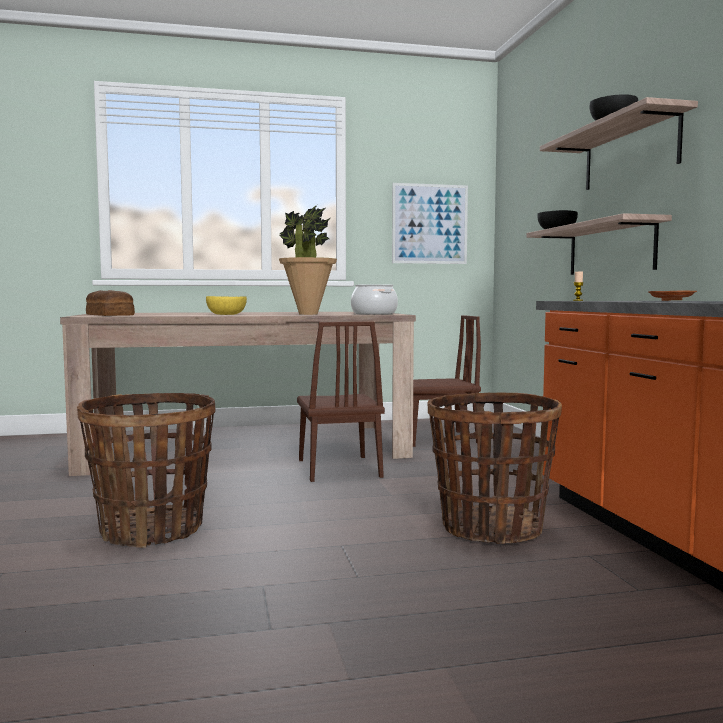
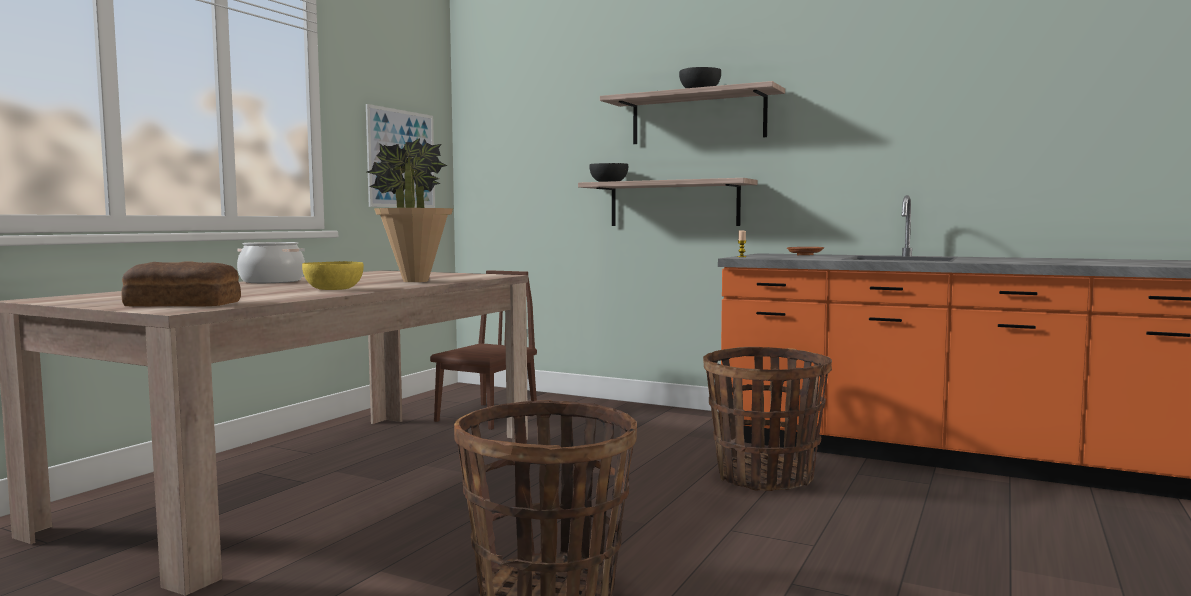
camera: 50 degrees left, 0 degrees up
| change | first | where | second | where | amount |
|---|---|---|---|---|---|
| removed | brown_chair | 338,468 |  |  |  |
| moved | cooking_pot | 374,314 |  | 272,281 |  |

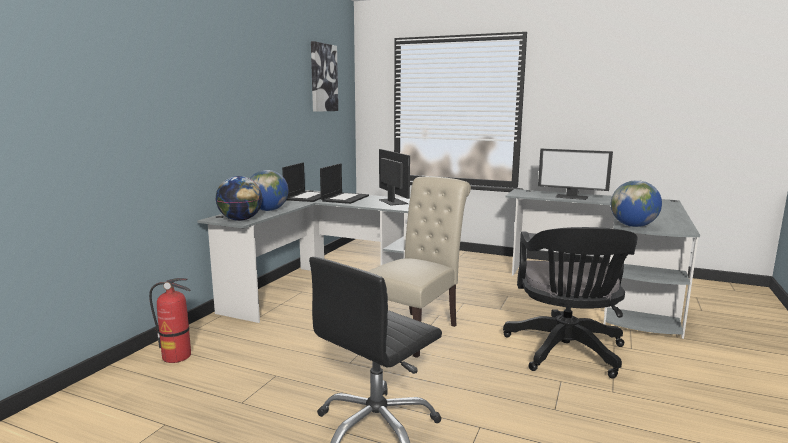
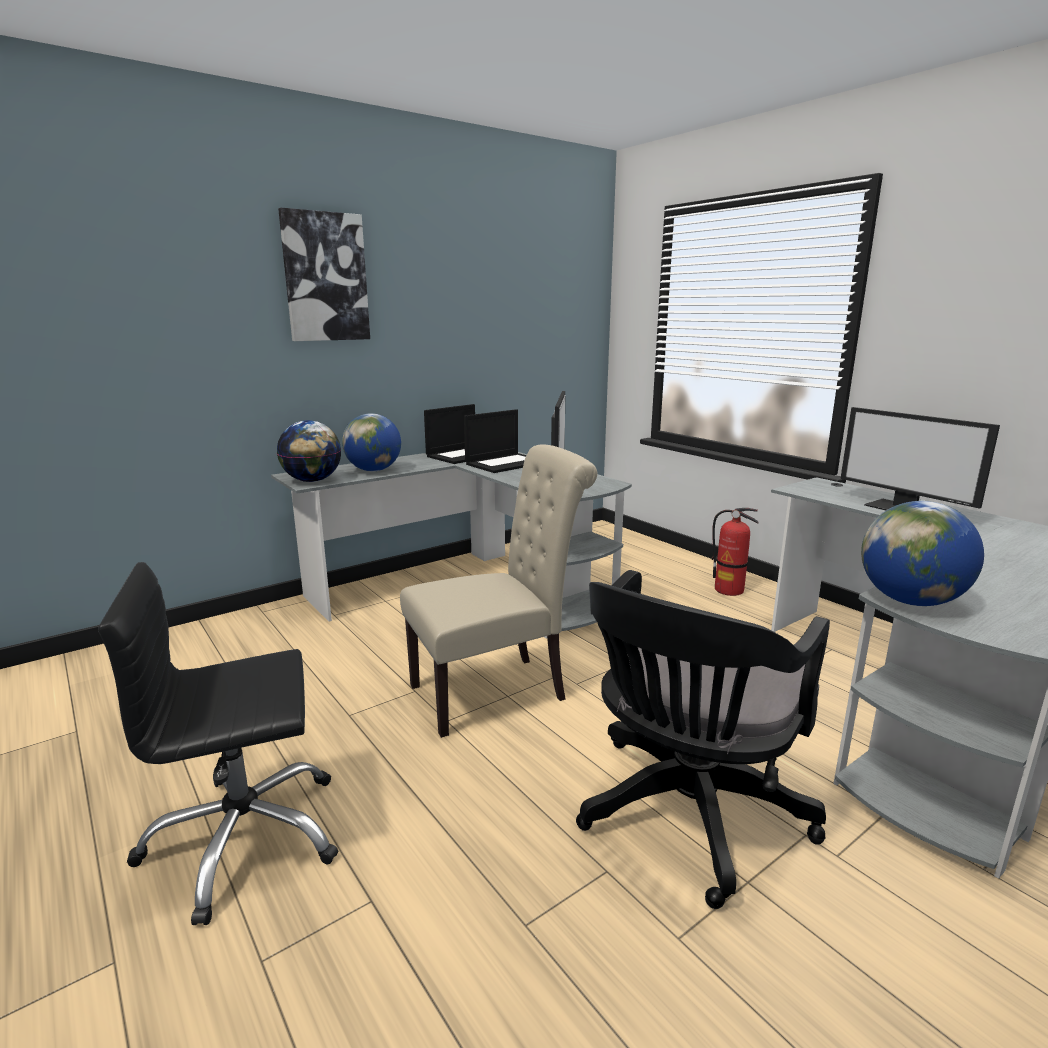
camera: 30 degrees right, 5 degrees up
| change | first | where | second | where | amount |
|---|---|---|---|---|---|
| moved | fire_extinguisher | 177,357 |  | 729,590 |  |
| moved | picture | 323,78 |  | 325,277 |  |

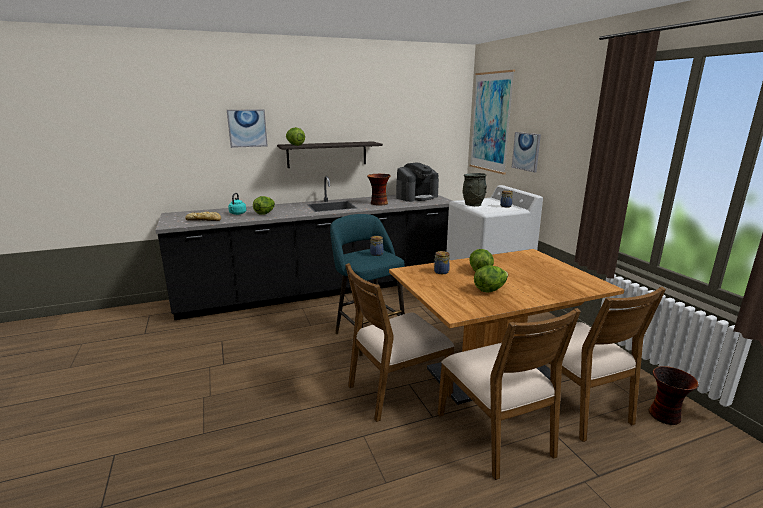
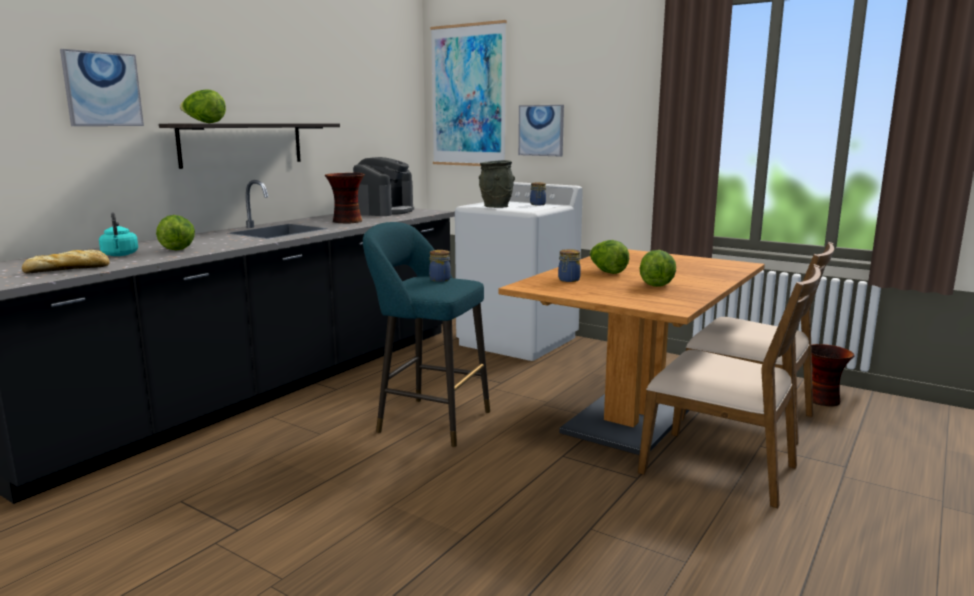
camera: 35 degrees left, 5 degrees down
| change | first | where | second | where | amount |
|---|---|---|---|---|---|
| removed | brown_chair | 397,390 |  |  |  |

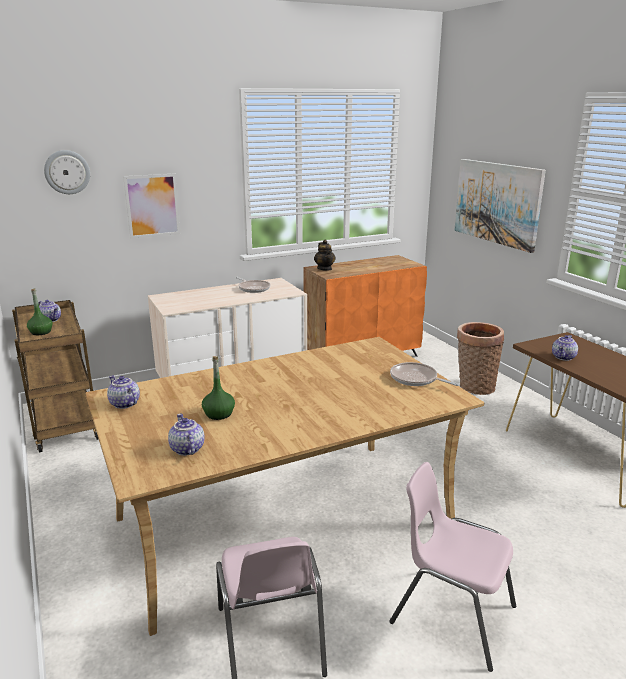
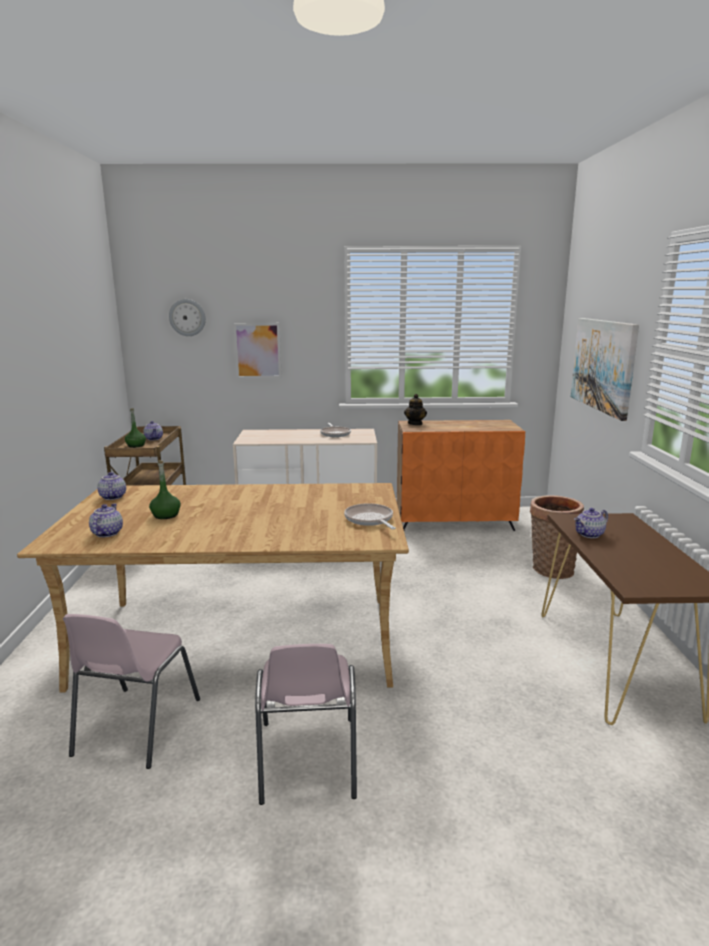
camera: 25 degrees right, 5 degrees down
| change | first | where | second | where | amount |
|---|---|---|---|---|---|
| turned | pink_chair | 451,614 |  | 307,760 | 150 degrees counterclockwise |

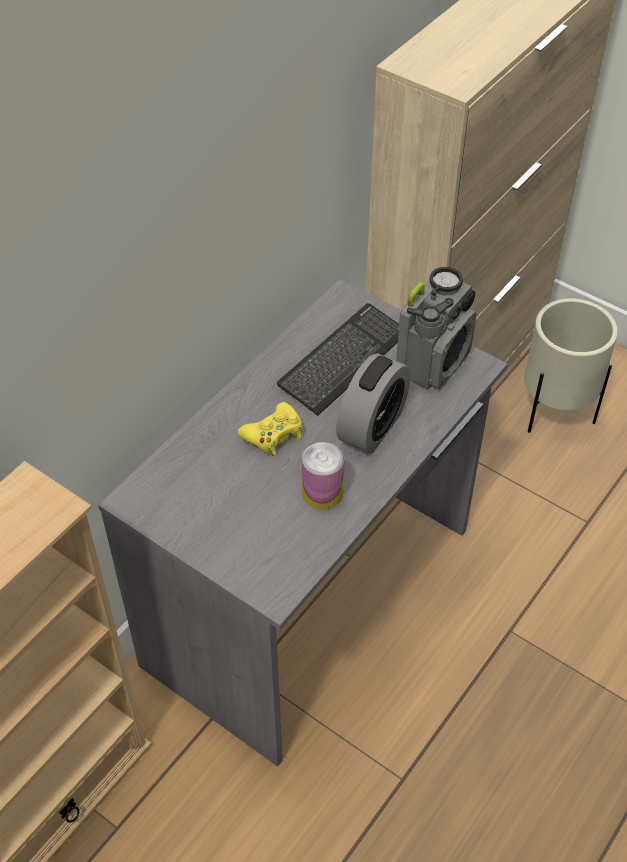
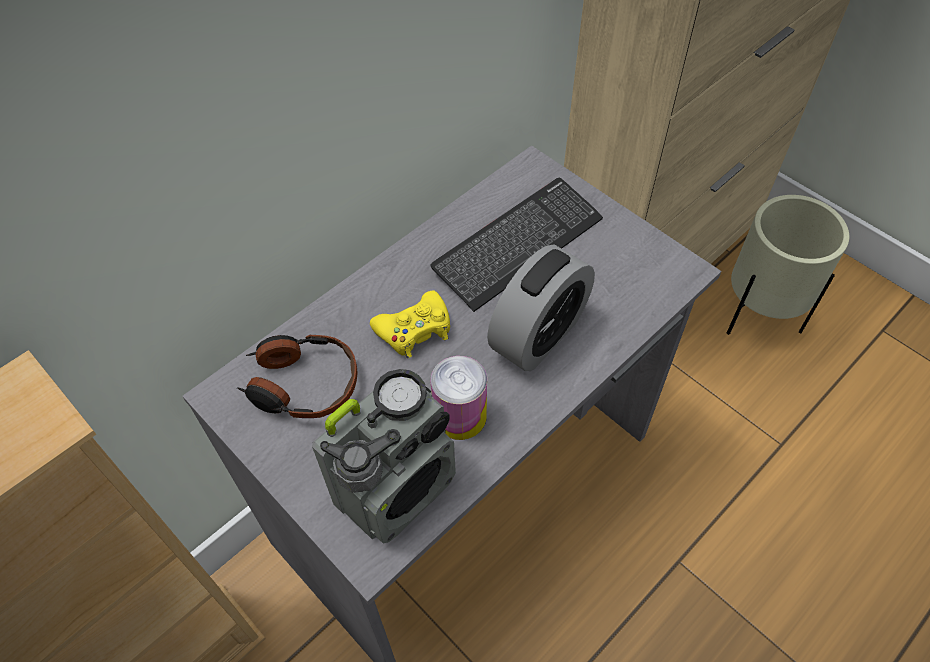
camera: 10 degrees right, 5 degrees up
| change | first | where | second | where | amount |
|---|---|---|---|---|---|
| moved | radio | 433,363 |  | 397,488 |  |
| added |  |  | headphones | 302,384 |  |

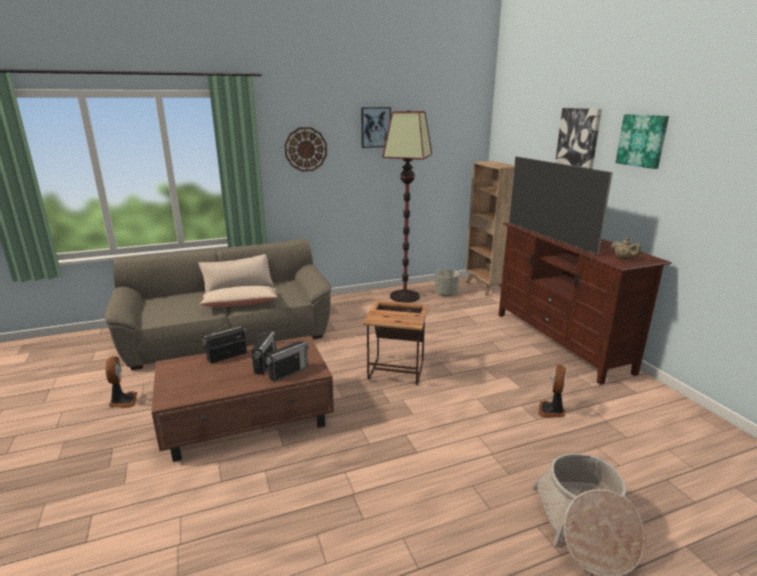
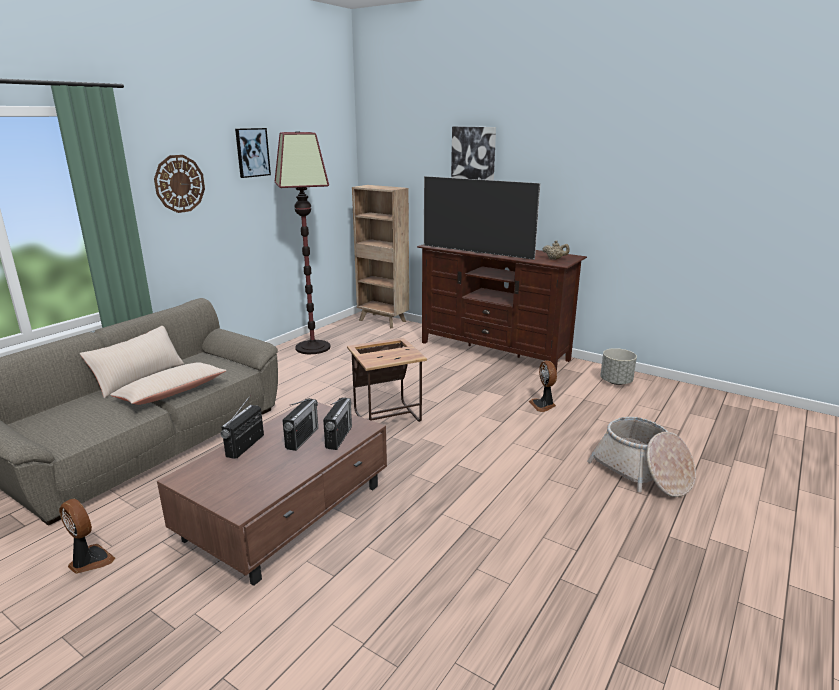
camera: 35 degrees left, 0 degrees up
| change | first | where | second | where | amount |
|---|---|---|---|---|---|
| turned | radio | 265,364 |  | 302,438 | 45 degrees clockwise |
| moved | grey_planter | 446,294 |  | 616,381 |  |
| removed | picture | 642,140 |  |  |  |

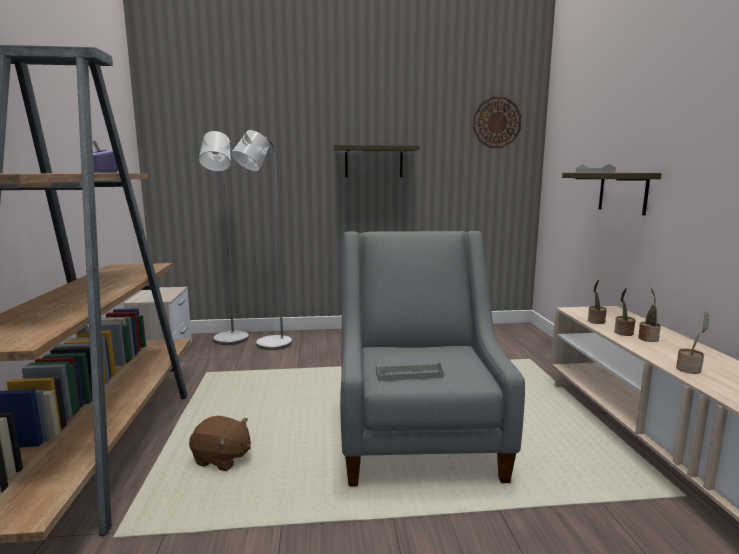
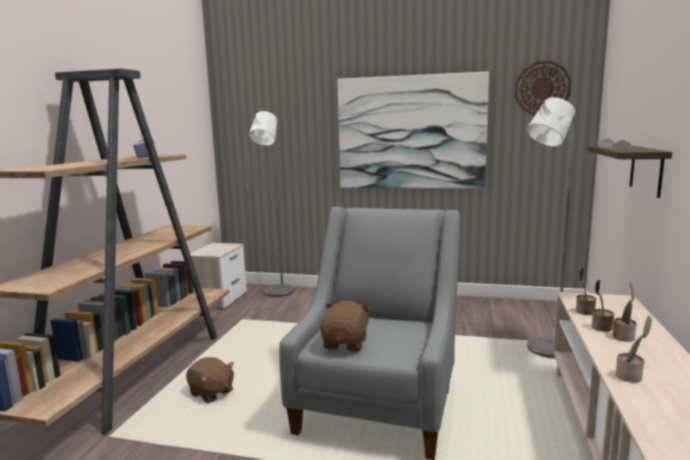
camera: 20 degrees right, 0 degrees up
| change | first | where | second | where | amount |
|---|---|---|---|---|---|
| moved | grey_floor_lamp | 268,345 |  | 543,351 |  |
| replaced | shelf | 373,162 | picture | 410,132 |  |
| replaced | grey_tray | 409,375 | brown_plush_toy | 346,343 |  |

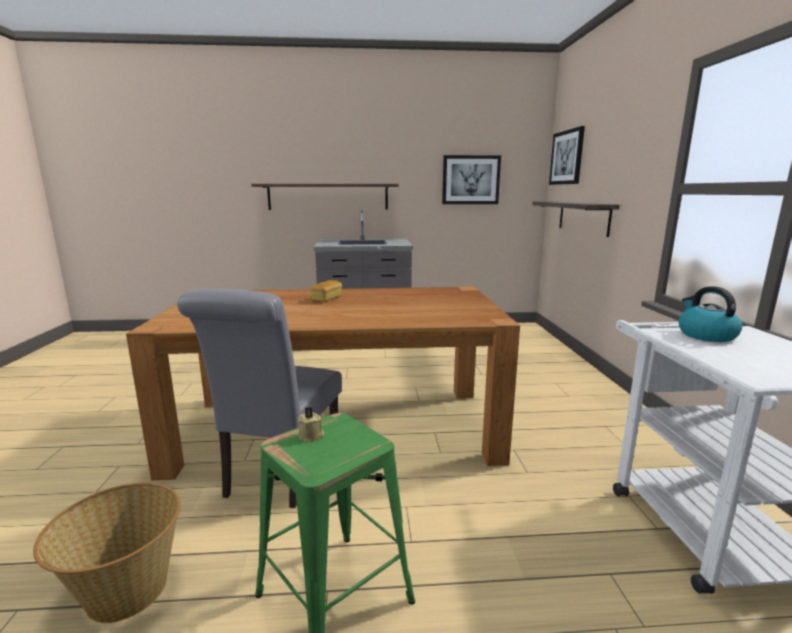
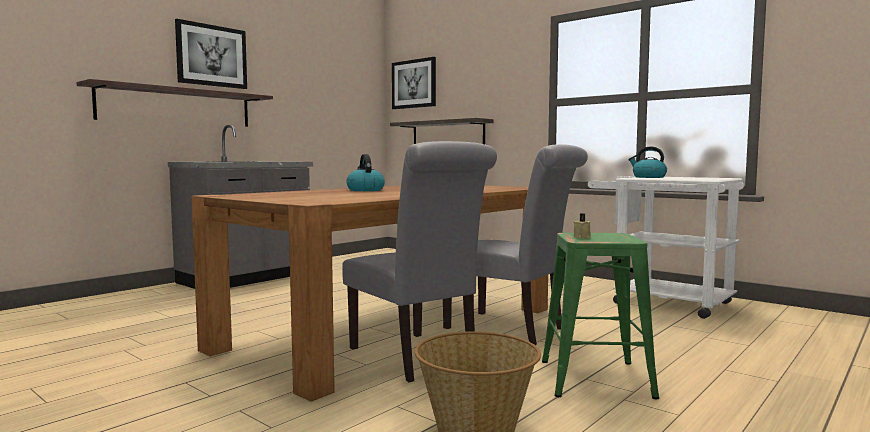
camera: 45 degrees left, 10 degrees down
| change | first | where | second | where | amount |
|---|---|---|---|---|---|
| replaced | bread | 326,298 | kettle | 365,190 |  |
| moved | picture | 470,180 |  | 211,55 |  |
| added |  |  | grey_chair | 511,329 |  |

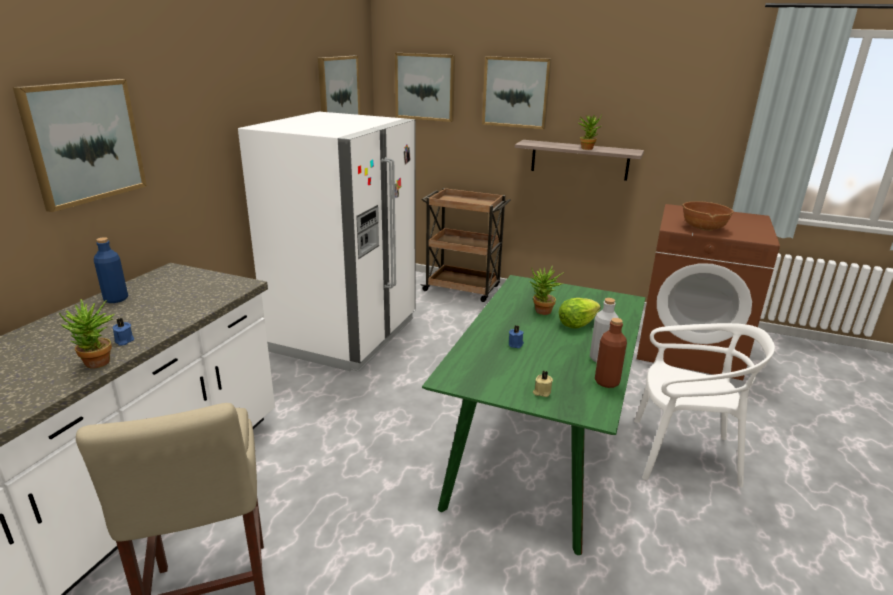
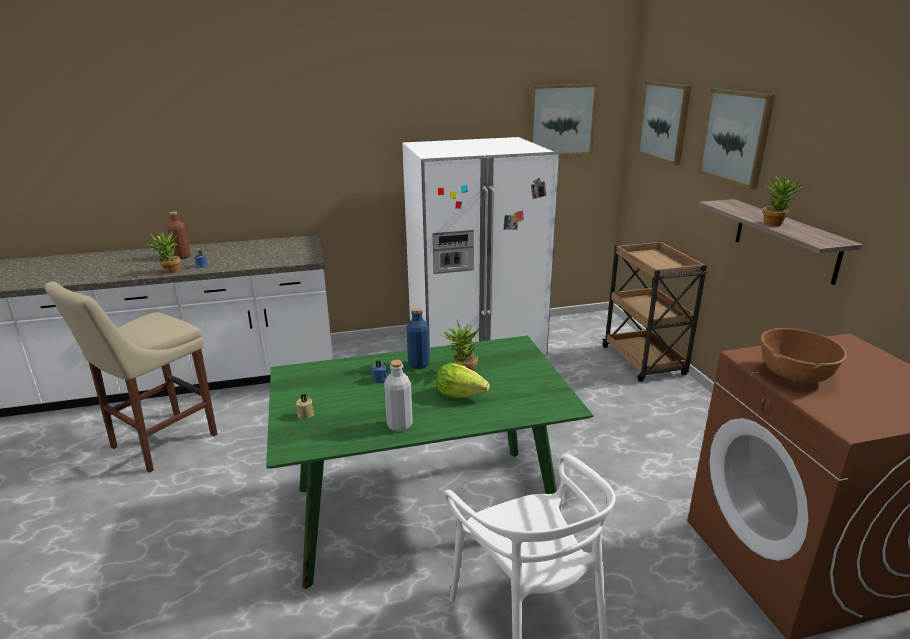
camera: 55 degrees right, 0 degrees up
| change | first | where | second | where | amount |
|---|---|---|---|---|---|
| removed | picture | 84,142 |  |  |  |
| moved | blue_bottle | 116,299 |  | 418,364 |  |
| moved | brown_bottle | 607,382 |  | 182,256 |  |

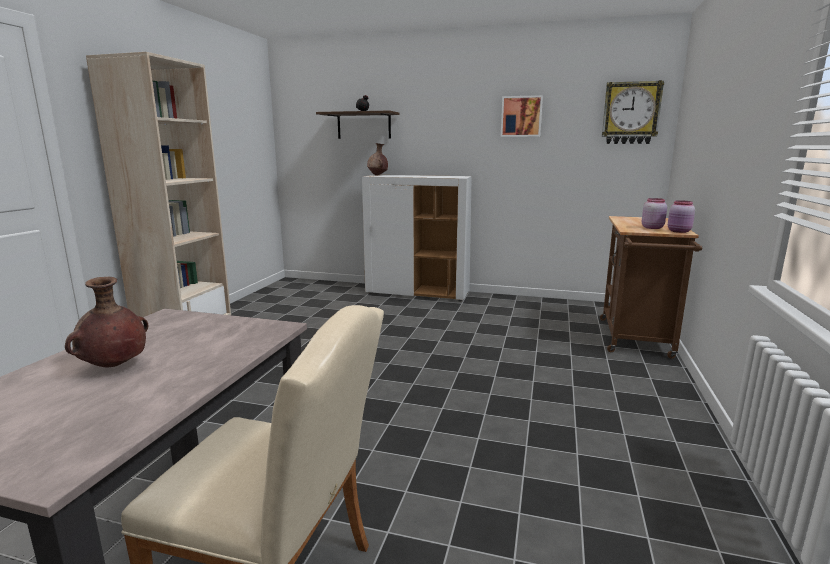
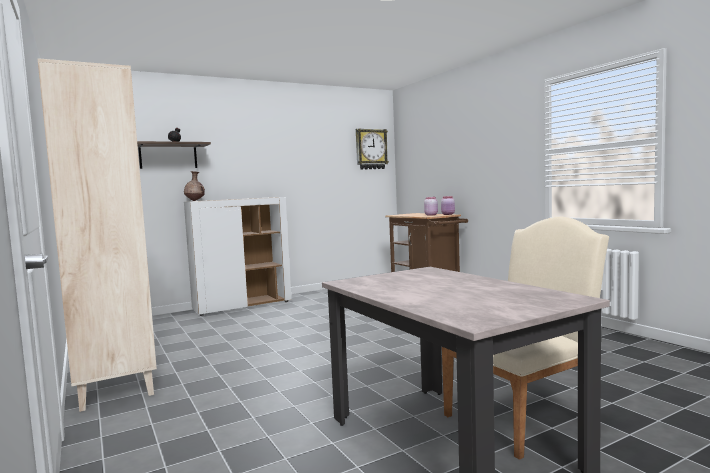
camera: 45 degrees left, 10 degrees down
| change | first | where | second | where | amount |
|---|---|---|---|---|---|
| removed | brown_vase | 114,367 |  |  |  |
| removed | picture | 521,116 |  |  |  |

